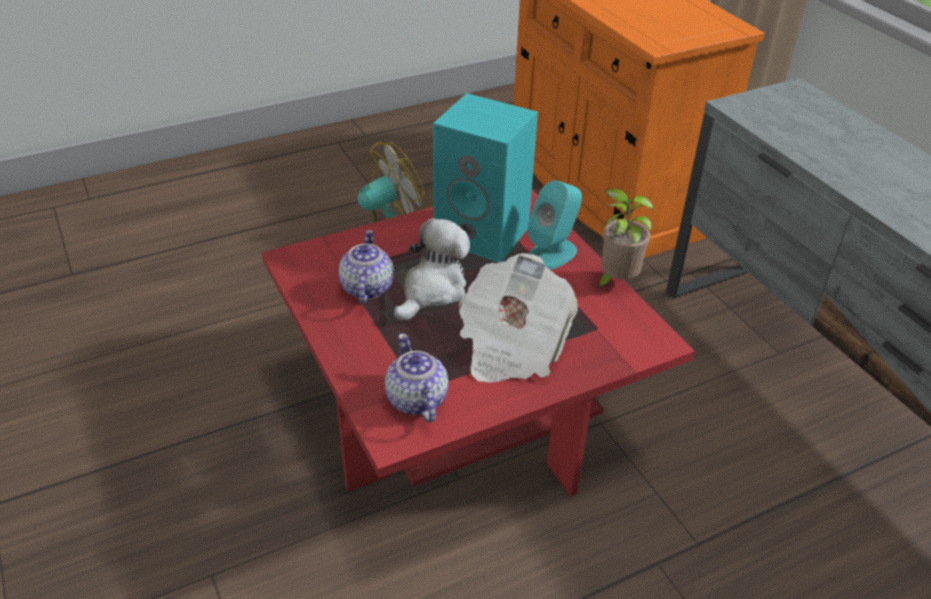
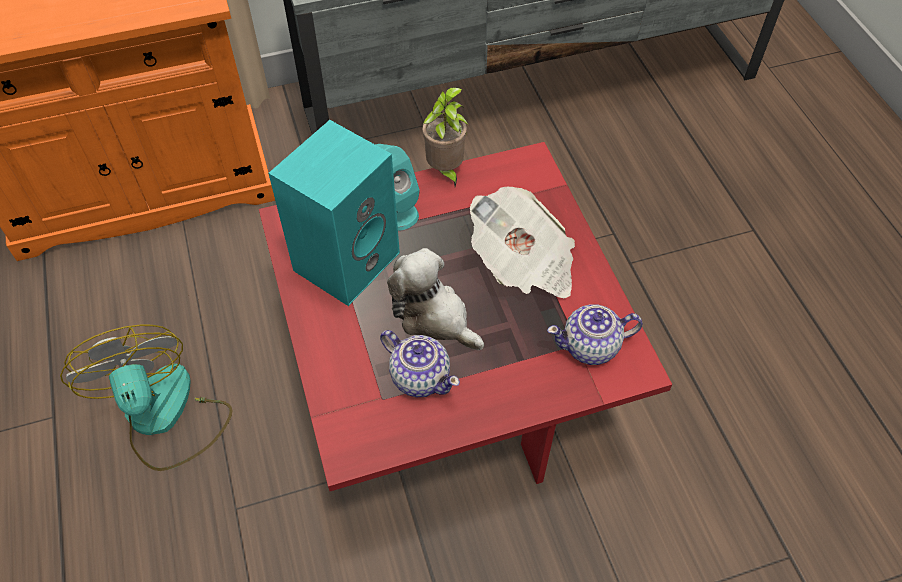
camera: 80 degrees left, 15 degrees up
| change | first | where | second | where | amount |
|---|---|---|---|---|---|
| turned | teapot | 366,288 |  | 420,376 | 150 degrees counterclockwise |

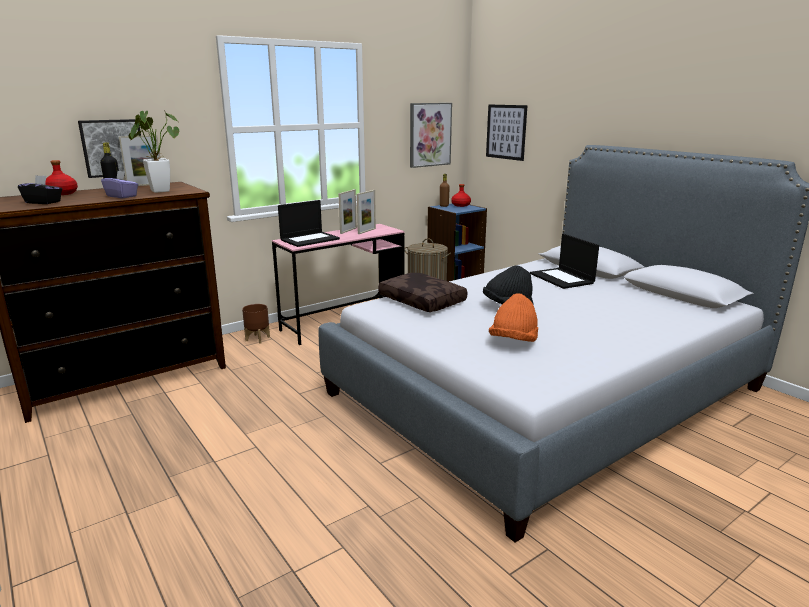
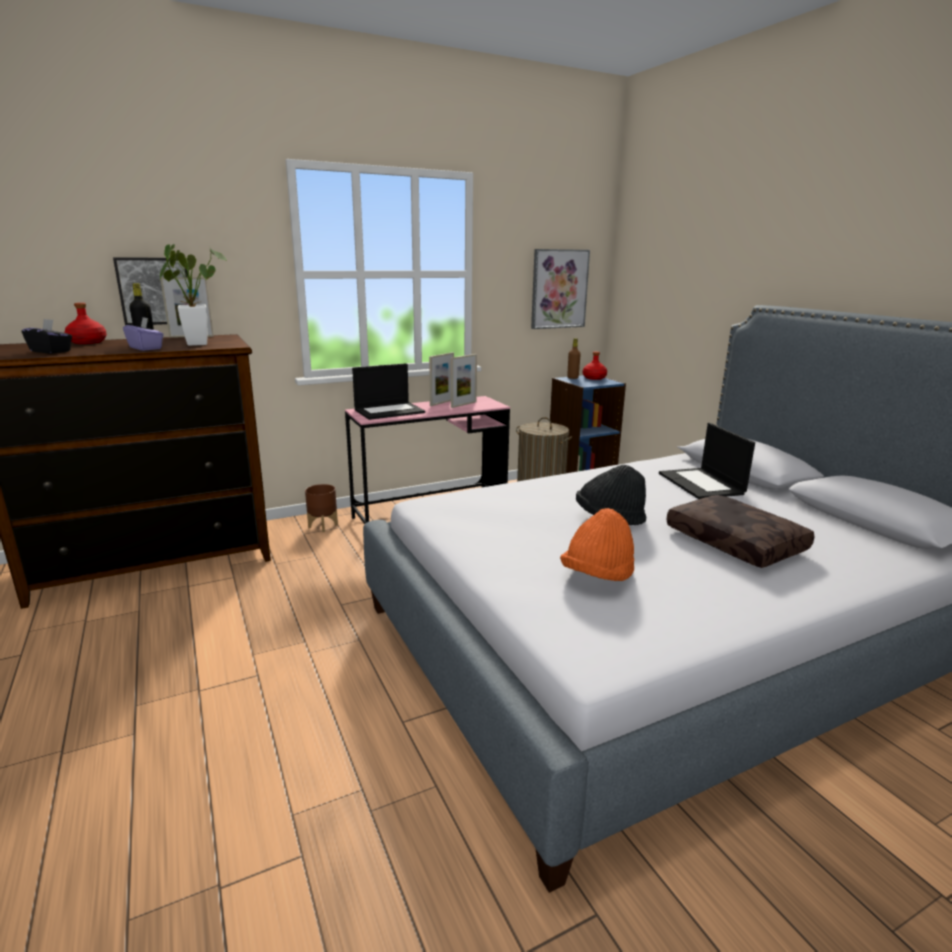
camera: 10 degrees right, 0 degrees up
| change | first | where | second | where | amount |
|---|---|---|---|---|---|
| moved | brown_pillow | 423,301 |  | 736,542 |  |
| removed | picture | 506,132 |  |  |  |

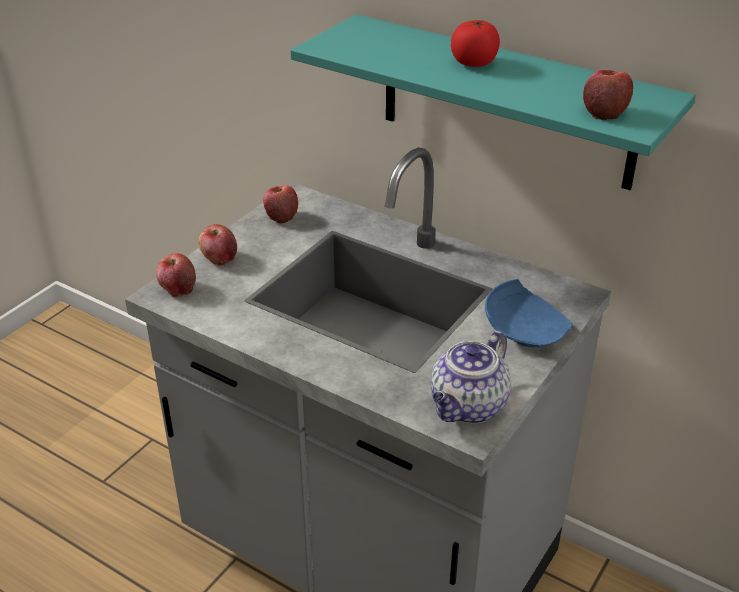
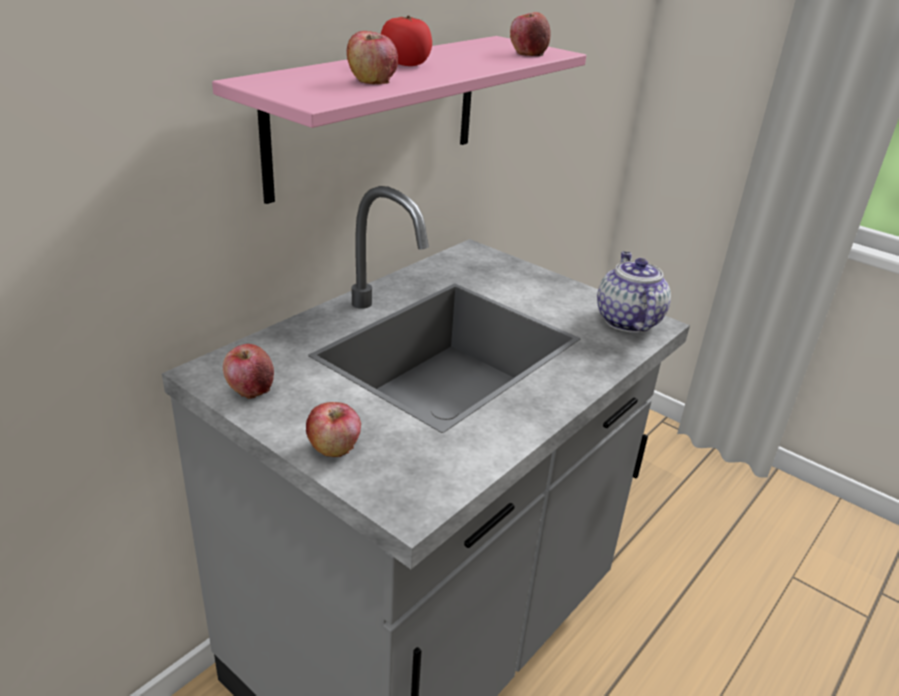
camera: 85 degrees left, 5 degrees down
| change | first | where | second | where | amount |
|---|---|---|---|---|---|
| moved | apple | 178,288 |  | 372,80 |  |
| recoloured | turquoise_shelf | 506,102 | pink_shelf | 377,113 |  |
| turned | teapot | 468,407 |  | 627,320 | 135 degrees counterclockwise |
| removed | blue_plate | 524,330 |  |  |  |

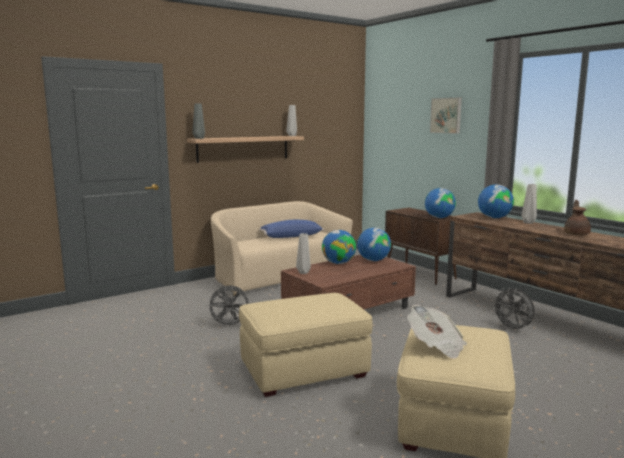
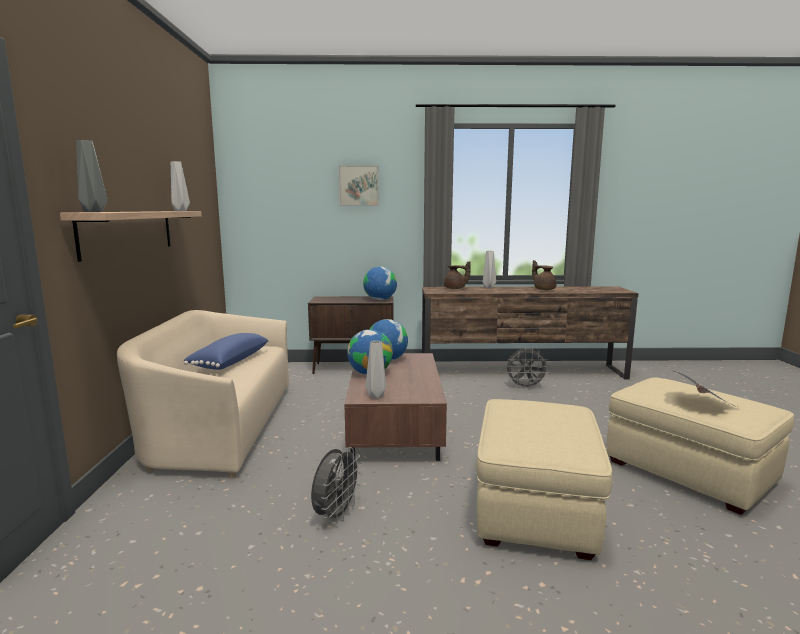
camera: 55 degrees left, 0 degrees up
| change | first | where | second | where | amount |
|---|---|---|---|---|---|
| replaced | globe | 494,218 | brown_teapot | 455,288 |  |

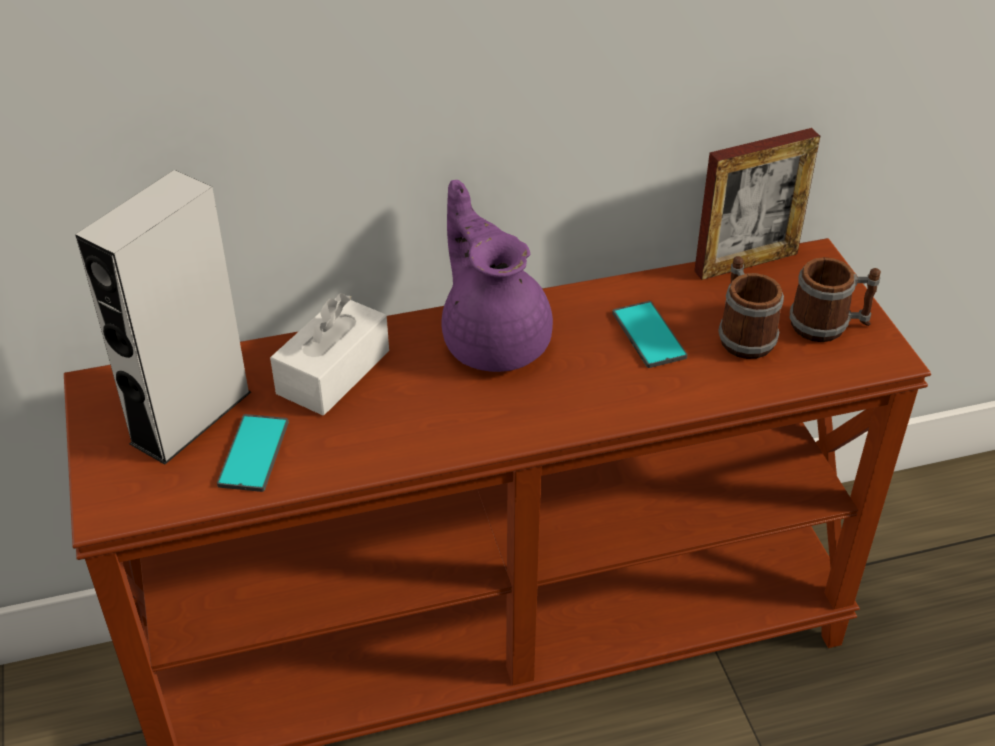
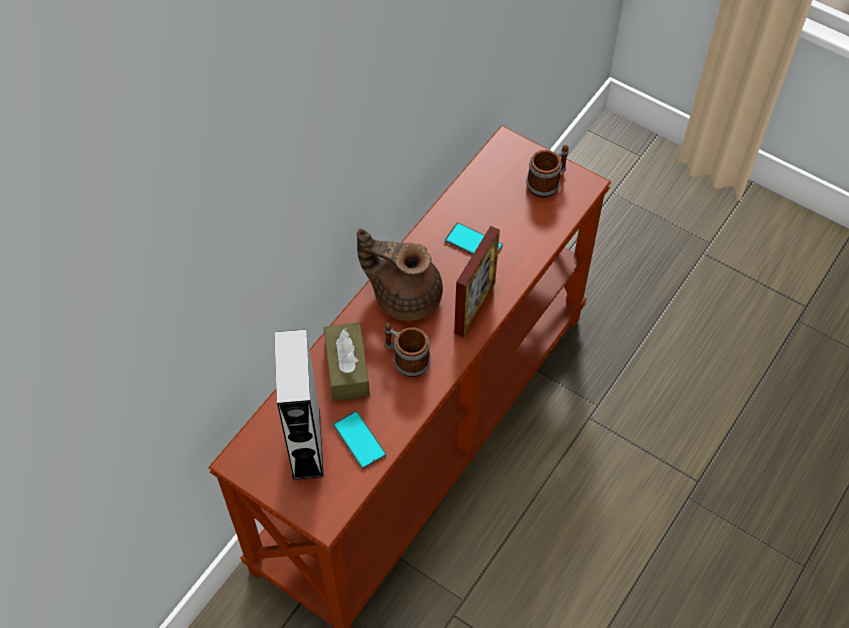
camera: 40 degrees left, 15 degrees up
| change | first | where | second | where | amount |
|---|---|---|---|---|---|
| recoloured | white_tissue_box | 333,372 | brown_tissue_box | 347,369 |  |
| recoloured | purple_teapot | 494,339 | brown_teapot | 404,295 |  |
| moved | picture_frame | 746,262 |  | 474,308 |  |
| moved | mug | 742,334 |  | 406,359 |  |

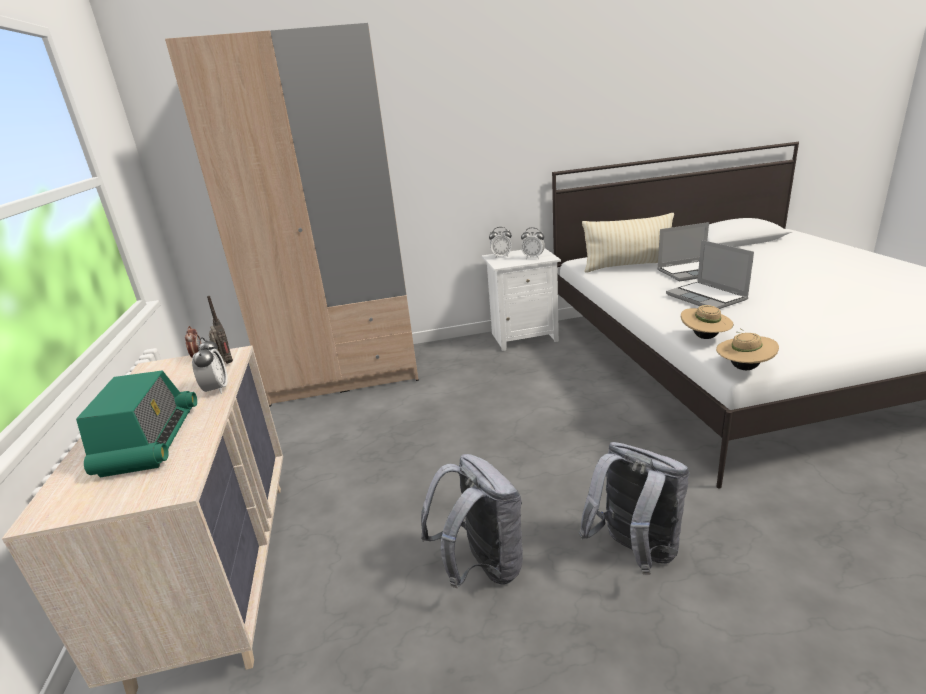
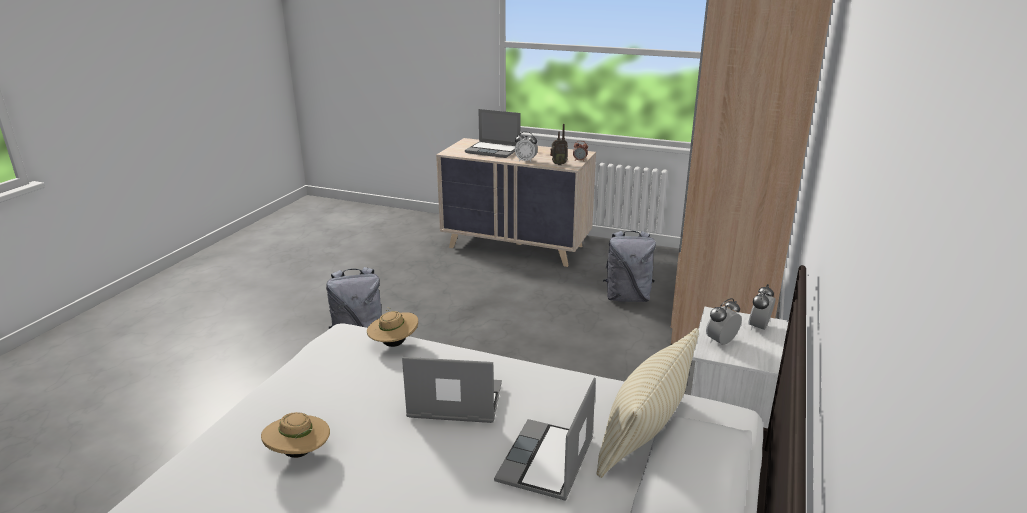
camera: 120 degrees right, 0 degrees up
| change | first | where | second | where | amount |
|---|---|---|---|---|---|
| replaced | radio | 149,441 | laptop | 494,151 |  |
| moved | grey_backpack | 481,567 |  | 627,297 |  |
| moved | beige_hat | 743,368 |  | 299,453 |  |

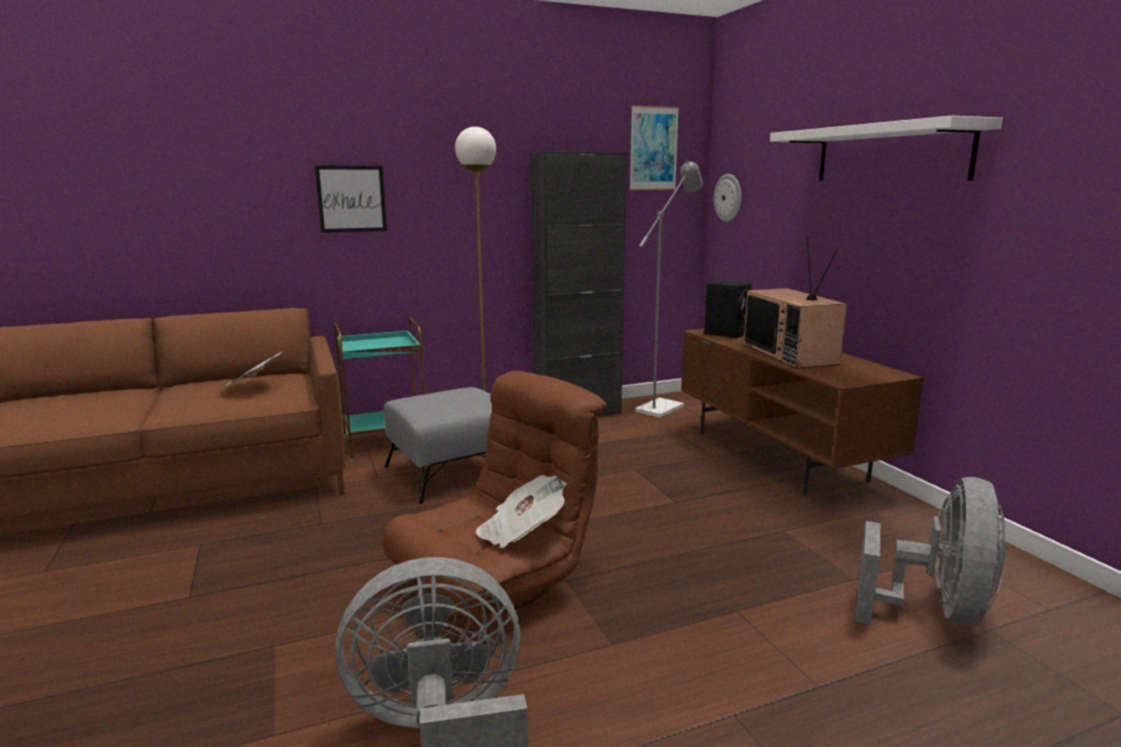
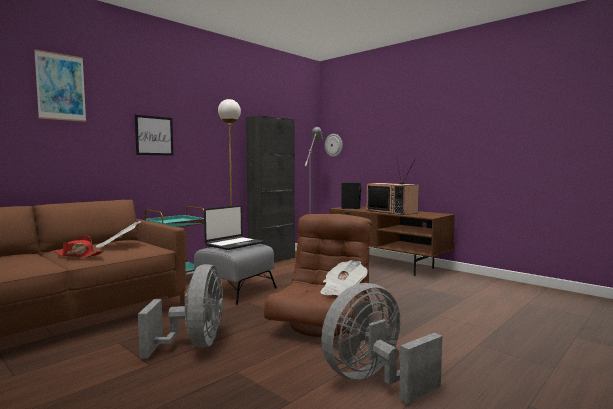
camera: 25 degrees left, 10 degrees down
| change | first | where | second | where | amount |
|---|---|---|---|---|---|
| moved | picture | 653,148 |  | 61,87 |  |
| removed | white_shelf | 890,153 |  |  |  |
| moved | grey_fan | 935,611 |  | 194,345 |  |
| added |  |  | red_hat | 78,255 |  |
| added |  |  | laptop | 234,244 |  |

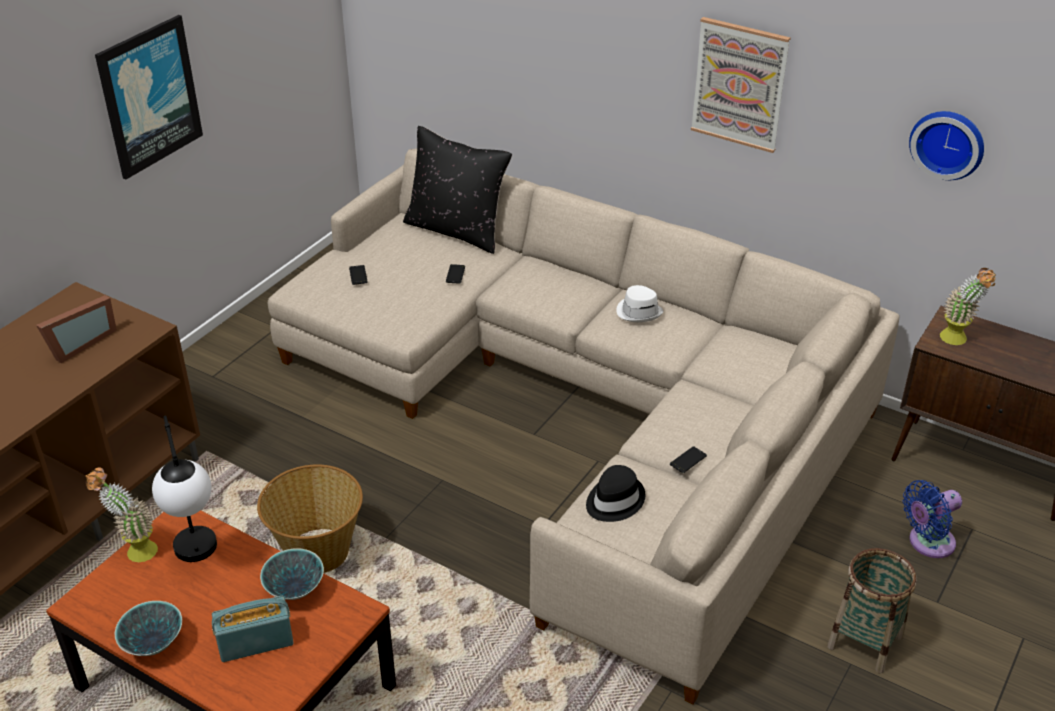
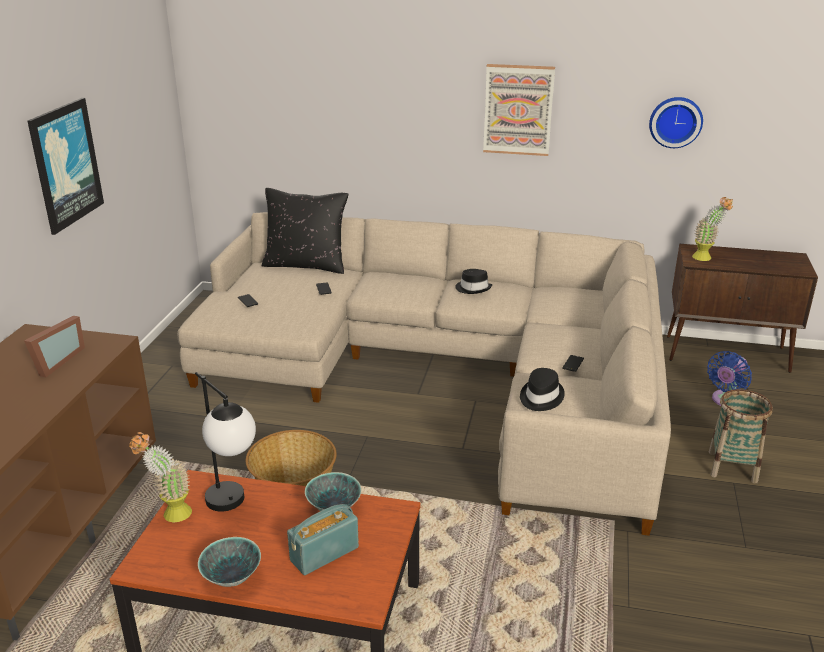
camera: 20 degrees left, 10 degrees down
| change | first | where | second | where | amount |
|---|---|---|---|---|---|
| recoloured | white_hat | 639,312 | black_hat | 473,288 |  |

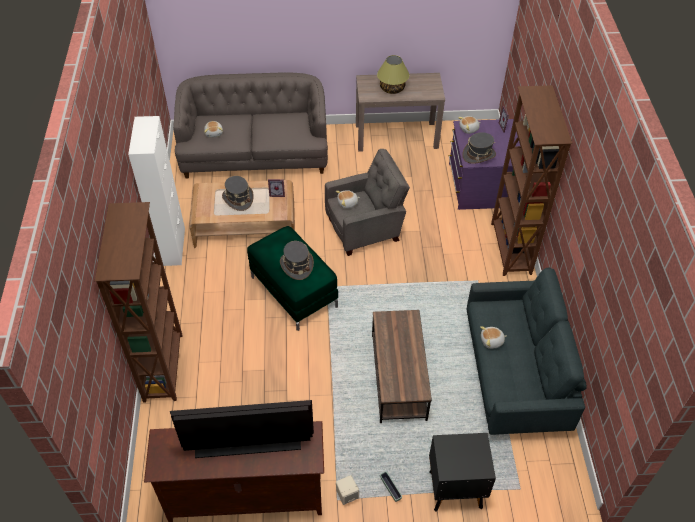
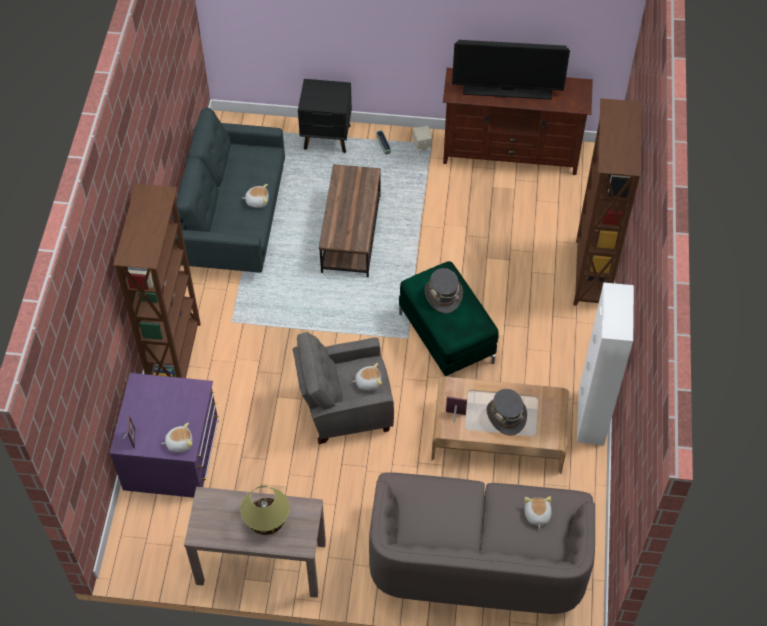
camera: 170 degrees left, 5 degrees up
| change | first | where | second | where | amount |
|---|---|---|---|---|---|
| removed | grey_hat | 479,155 |  |  |  |

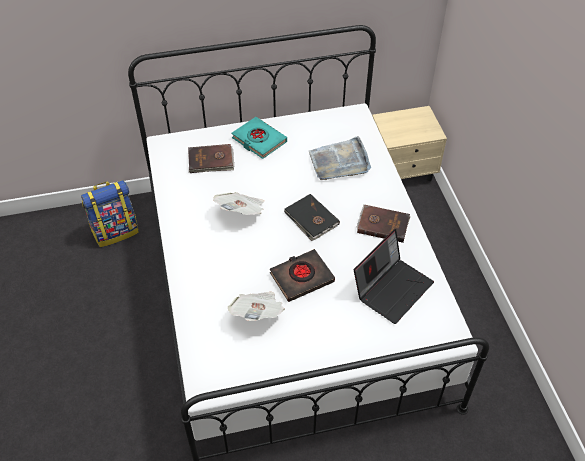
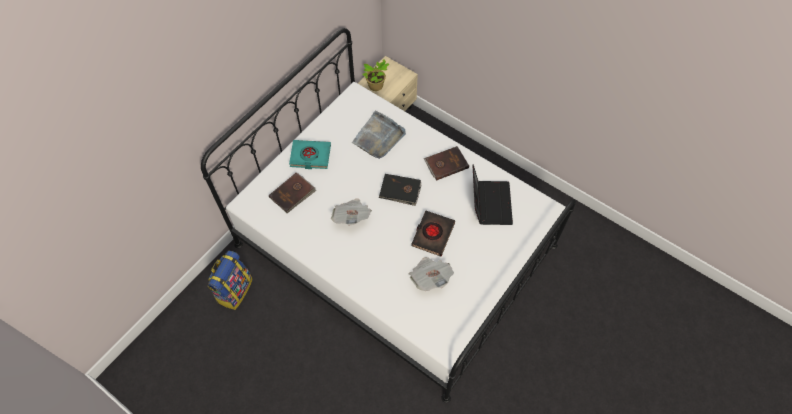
camera: 40 degrees left, 10 degrees up
| change | first | where | second | where | amount |
|---|---|---|---|---|---|
| added |  |  | potted_plant | 376,86 |  |

